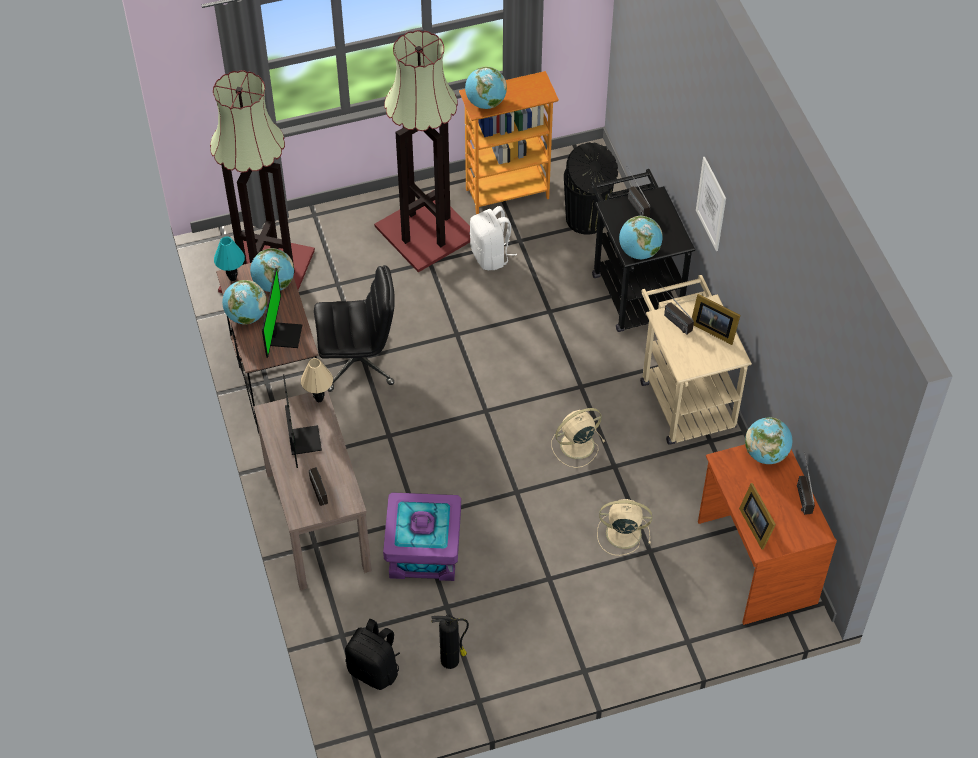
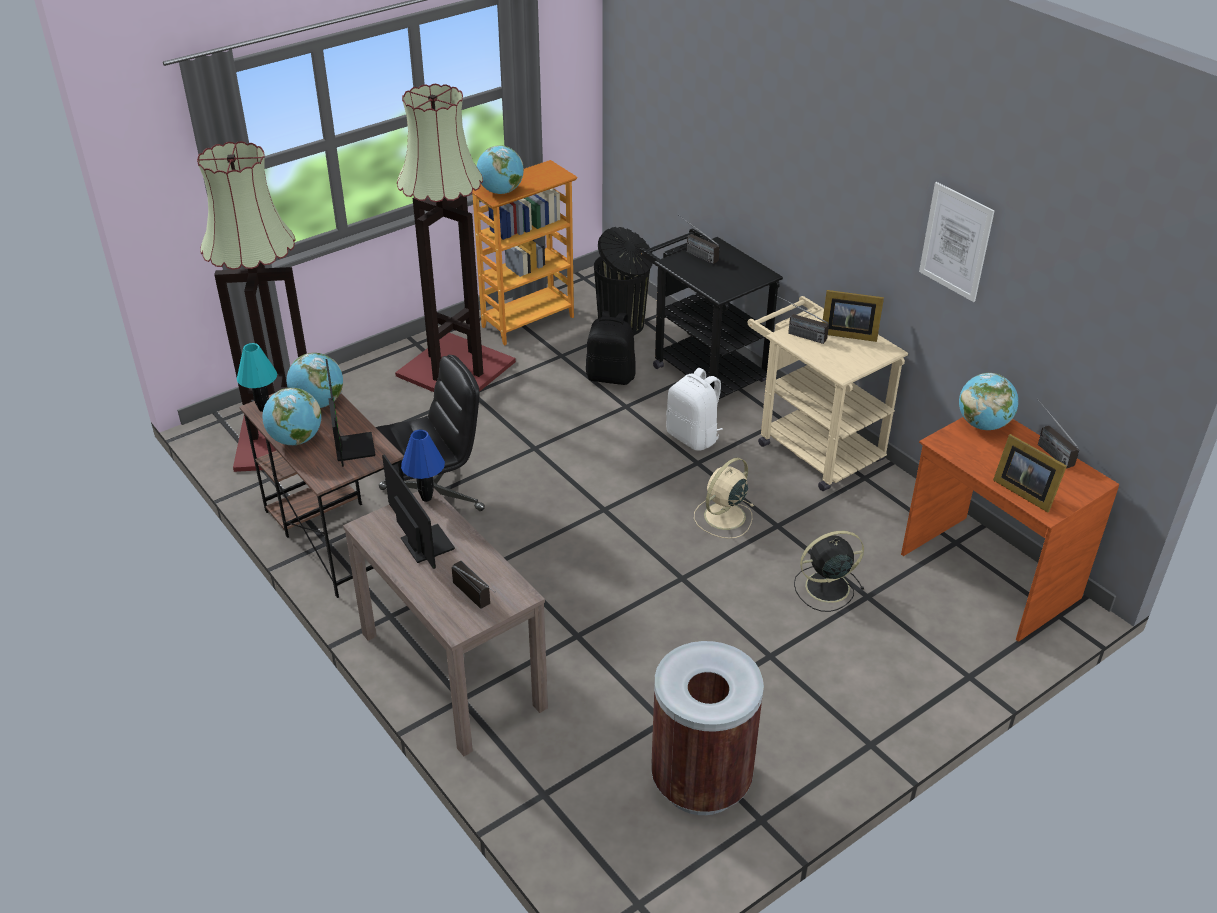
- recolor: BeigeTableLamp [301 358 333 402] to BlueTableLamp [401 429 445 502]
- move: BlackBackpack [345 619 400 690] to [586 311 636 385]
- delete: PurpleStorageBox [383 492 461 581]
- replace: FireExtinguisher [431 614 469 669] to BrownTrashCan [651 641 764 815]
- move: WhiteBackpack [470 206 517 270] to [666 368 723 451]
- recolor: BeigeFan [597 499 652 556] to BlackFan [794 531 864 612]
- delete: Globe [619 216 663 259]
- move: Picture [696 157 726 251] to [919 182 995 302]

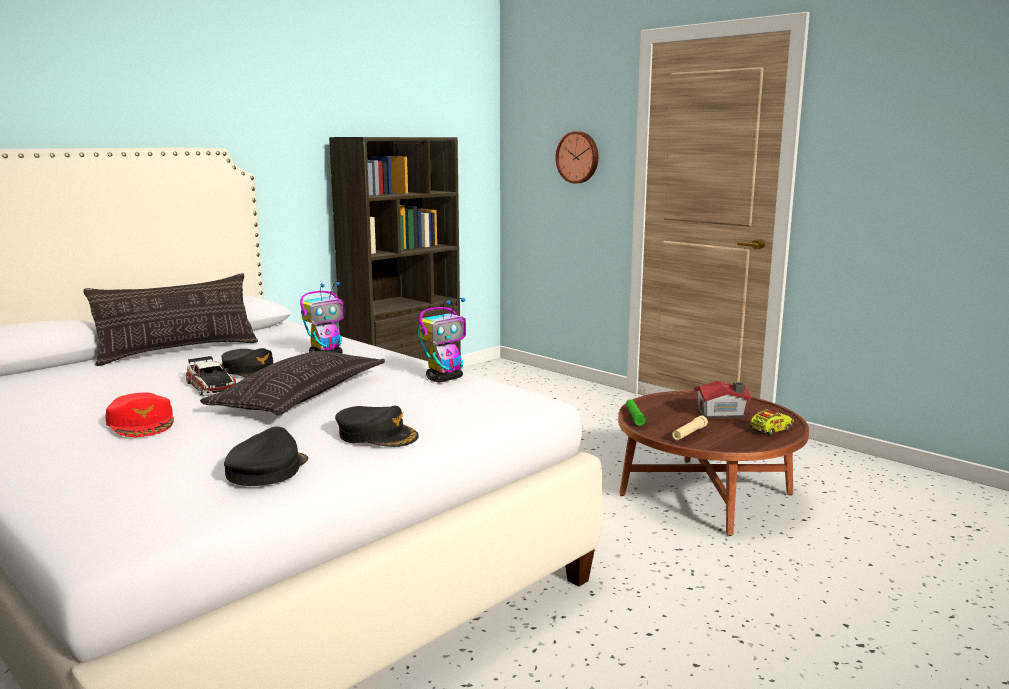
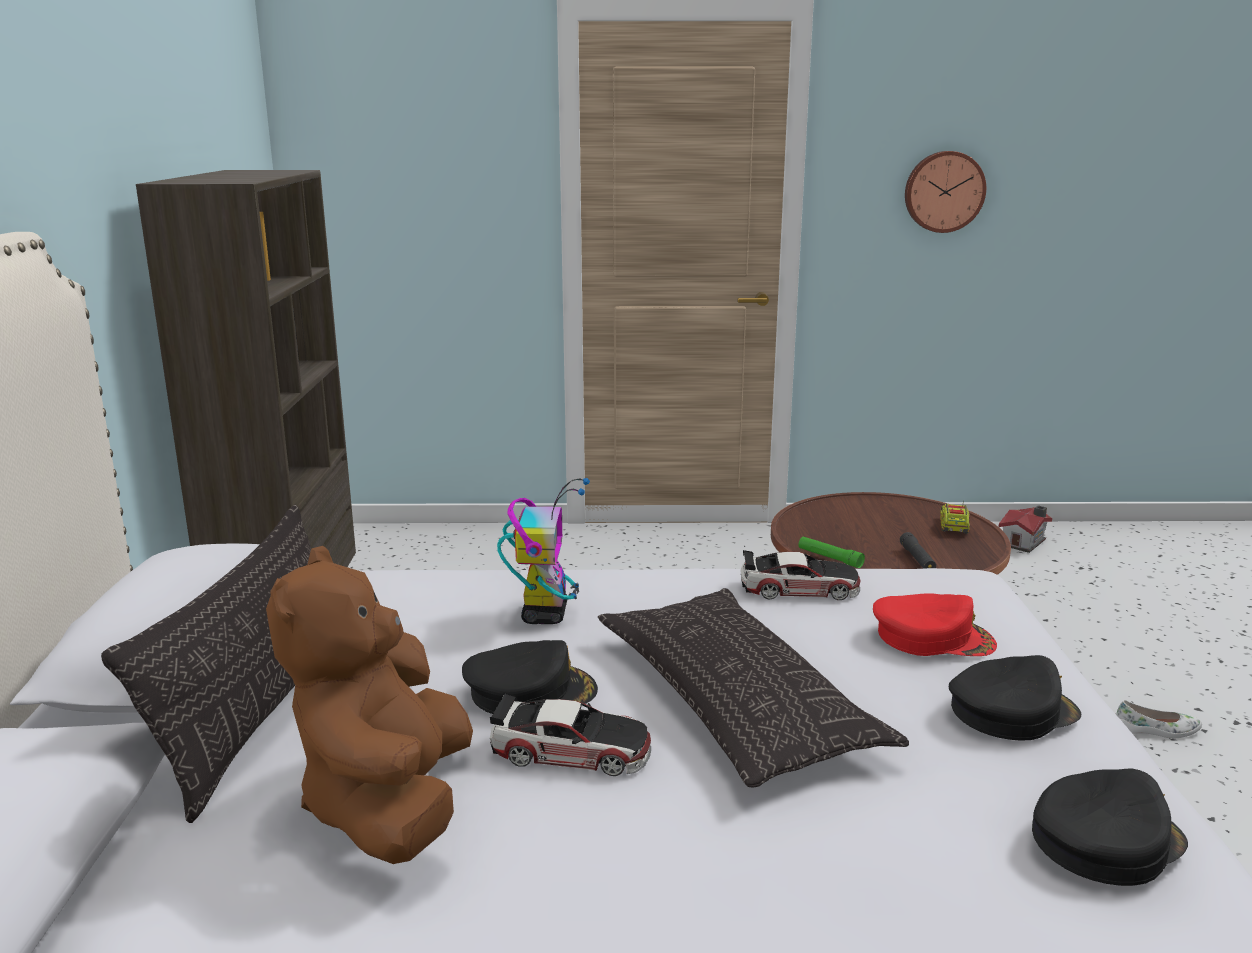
- move: RedCap [105 392 174 437] to [873 593 997 656]
- rotate: BlackCap [224 427 309 486] = [1032 769 1188 886] 90 degrees clockwise
- replace: ToyRobot [418 298 466 382] to ToyCar [741 550 861 600]
- move: WallClock [555 131 598 183] to [905 151 986 233]
- recolor: BeigeFlashlight [672 415 708 440] to BlackFlashlight [900 532 936 569]
- move: ToyHouse [694 381 751 419] to [998 505 1052 553]
- insert: BrownPlushToy [266 546 473 864]
- insert: WhiteShoe [1116 700 1202 738]

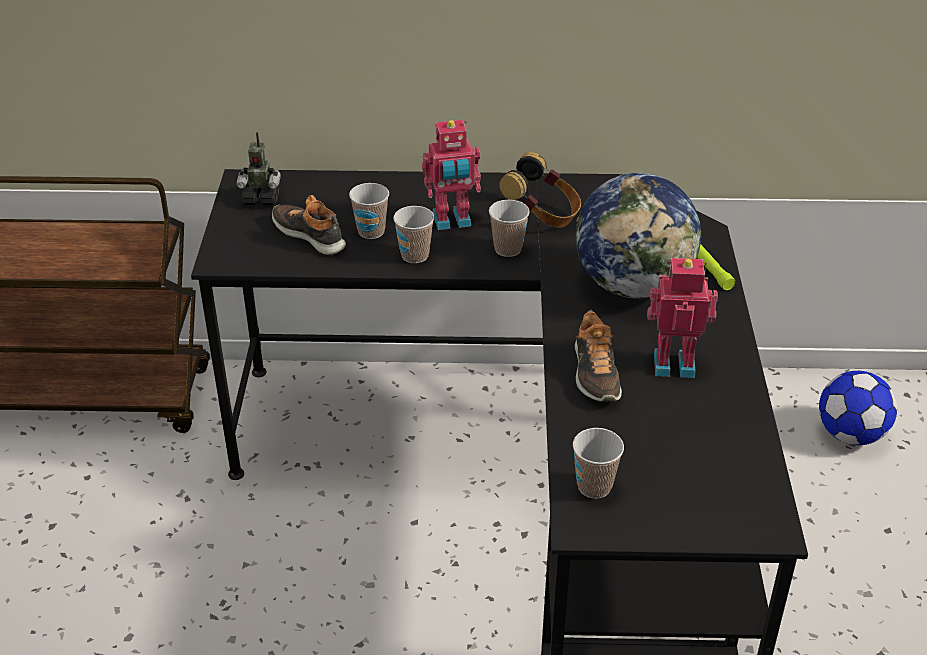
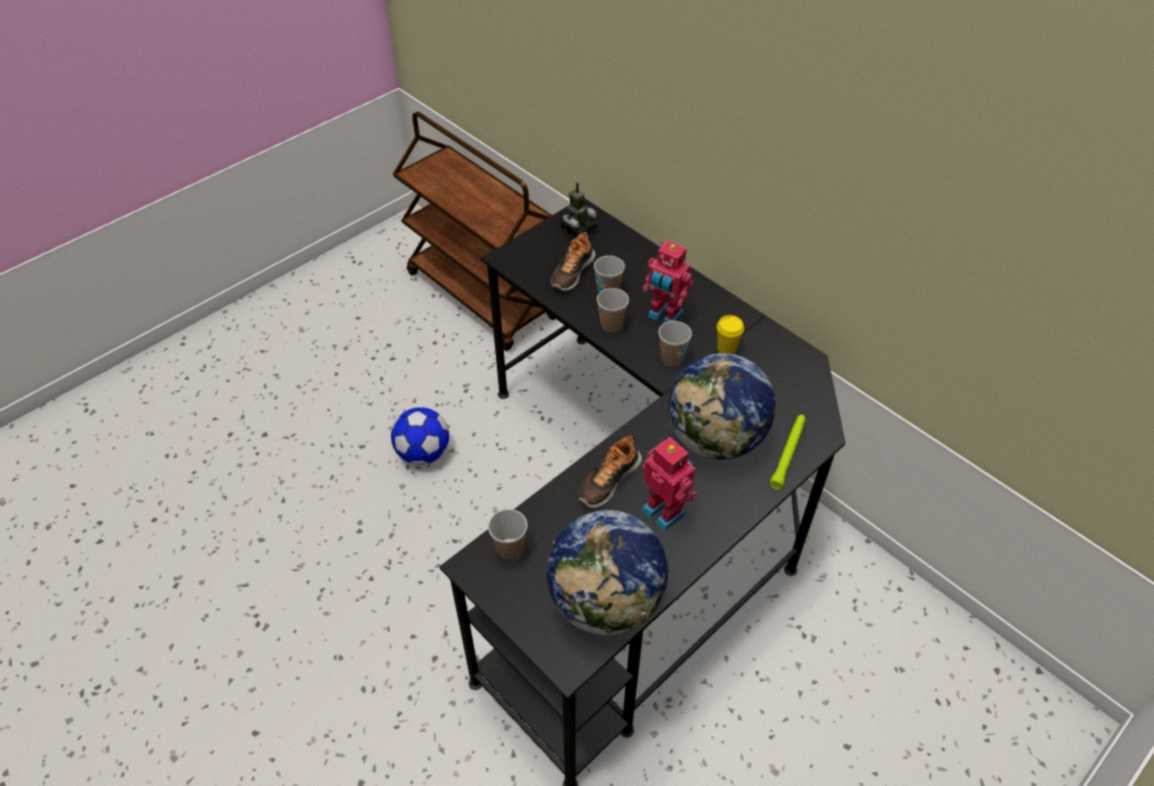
- rotate: ToyRobot [237 132 281 205] = [560 182 597 238] 90 degrees counterclockwise
- rotate: Shoe [272 195 346 255] = [551 232 596 291] 150 degrees counterclockwise
- replace: Headphones [499 152 581 228] to YellowCup [717 315 744 354]
- move: Football [819 371 897 445] to [391 407 449 465]
- insert: Globe [547 510 668 635]

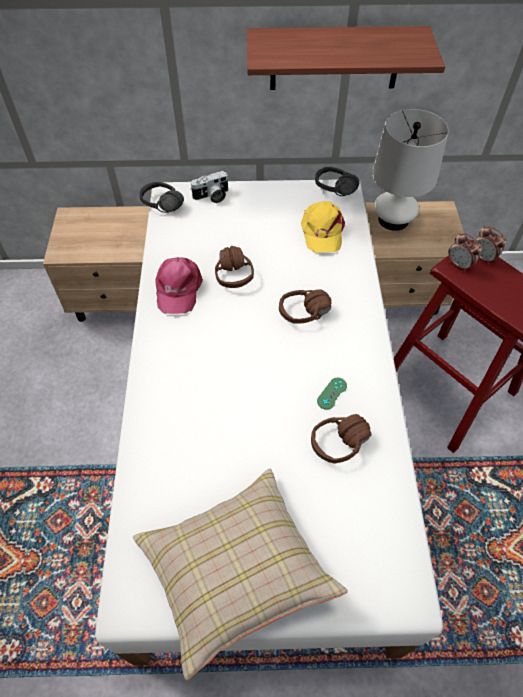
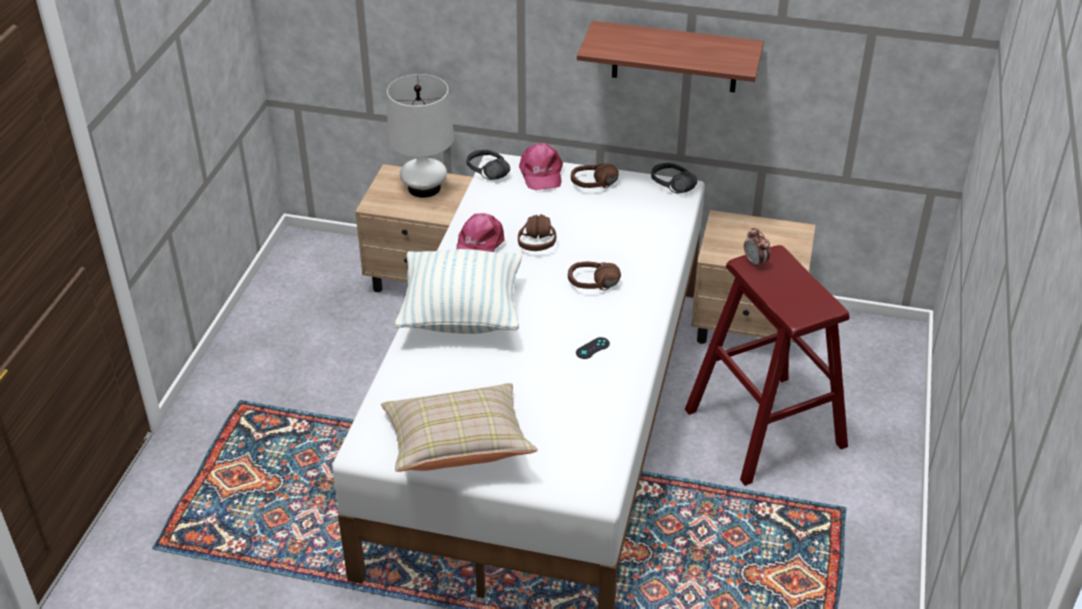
- replace: PhotoCamera [190 171 229 203] to PinkCap [519 143 563 190]
- delete: YellowCap [301 201 345 253]
- move: BrownHeadphones [311 414 372 463] to [571 163 619 188]
- recolor: GreenGameController [317 378 347 410] to BlackGameController [576 337 610 359]
- move: WhiteTableLamp [372 109 449 231] to [387 74 454 198]
- delete: AlarmClock [473 226 507 264]
- insert: Pillow [395 249 522 334]

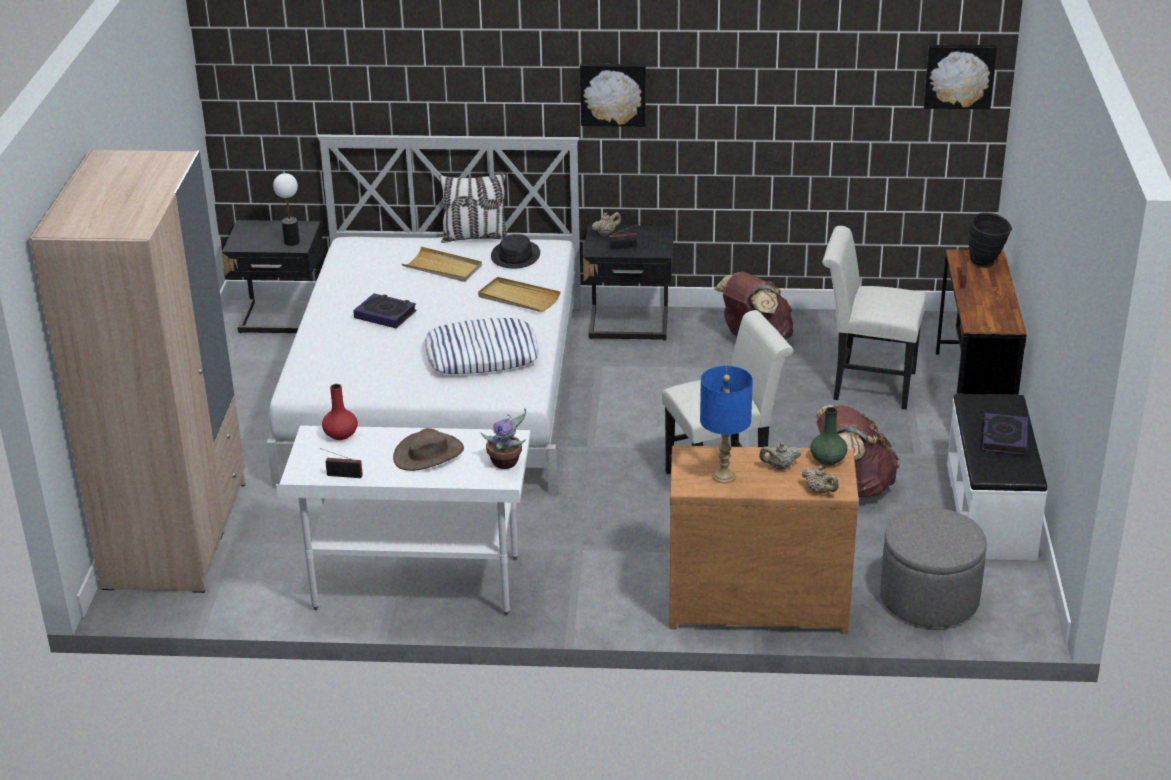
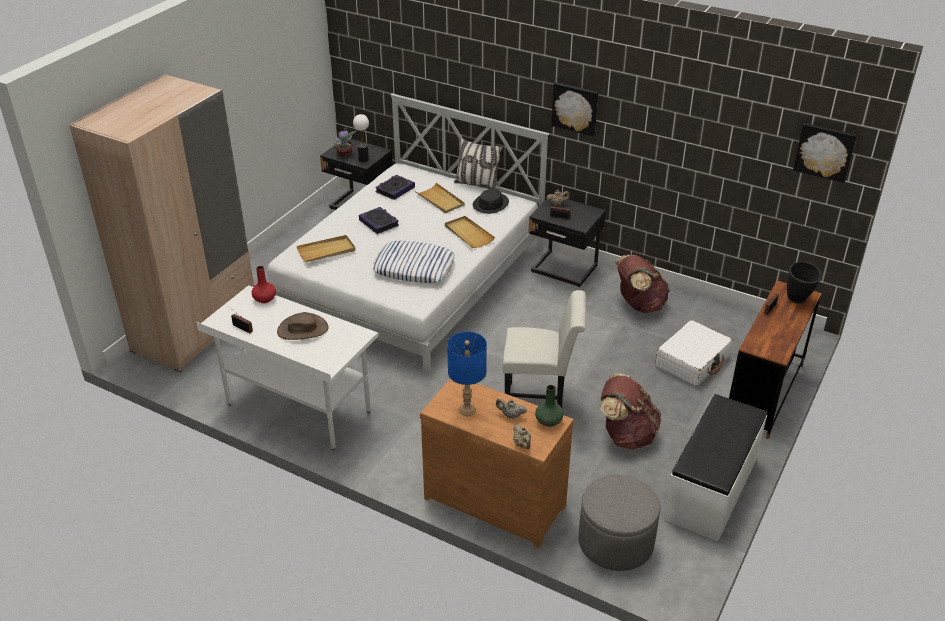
- move: PottedPlant [481 408 526 469] to [335 128 357 157]
- replace: WhiteChair [822 226 927 410] to WhiteSuitcase [656 320 732 386]
- move: Book [982 413 1028 455] to [375 175 415 200]
- insert: BeigeTray [297 235 356 262]

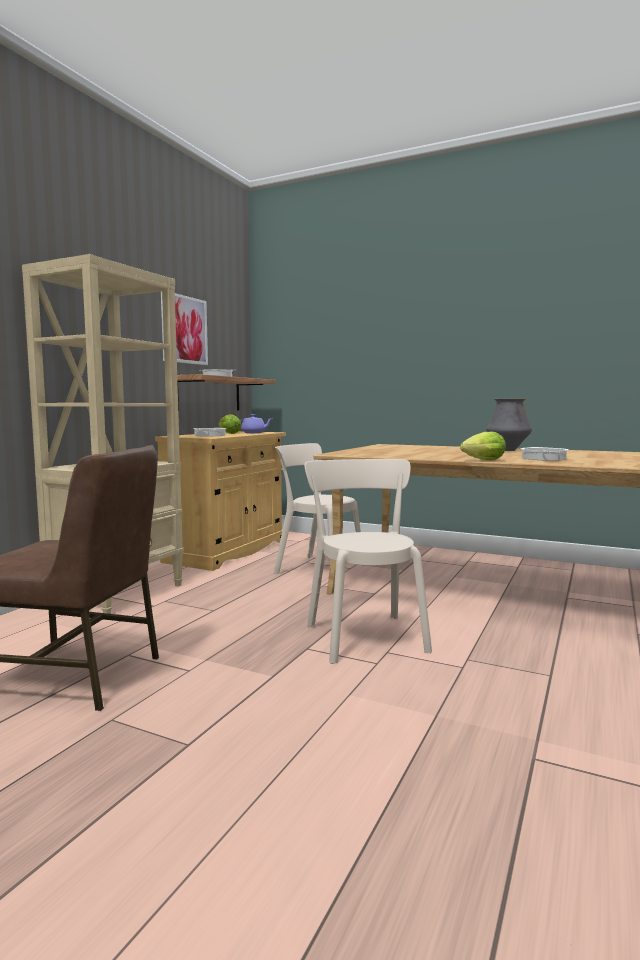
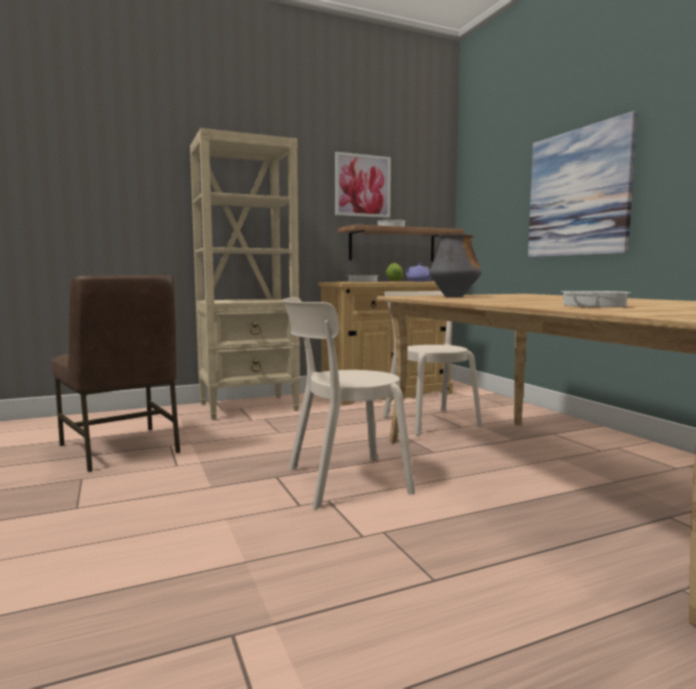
- rotate: BeigeChair [304 459 432 664] = [282 297 415 509] 135 degrees counterclockwise
- delete: Lettuce [460 432 506 460]
- move: Vase [486 398 532 451] to [429 234 481 297]
- insert: Picture [528 111 638 257]

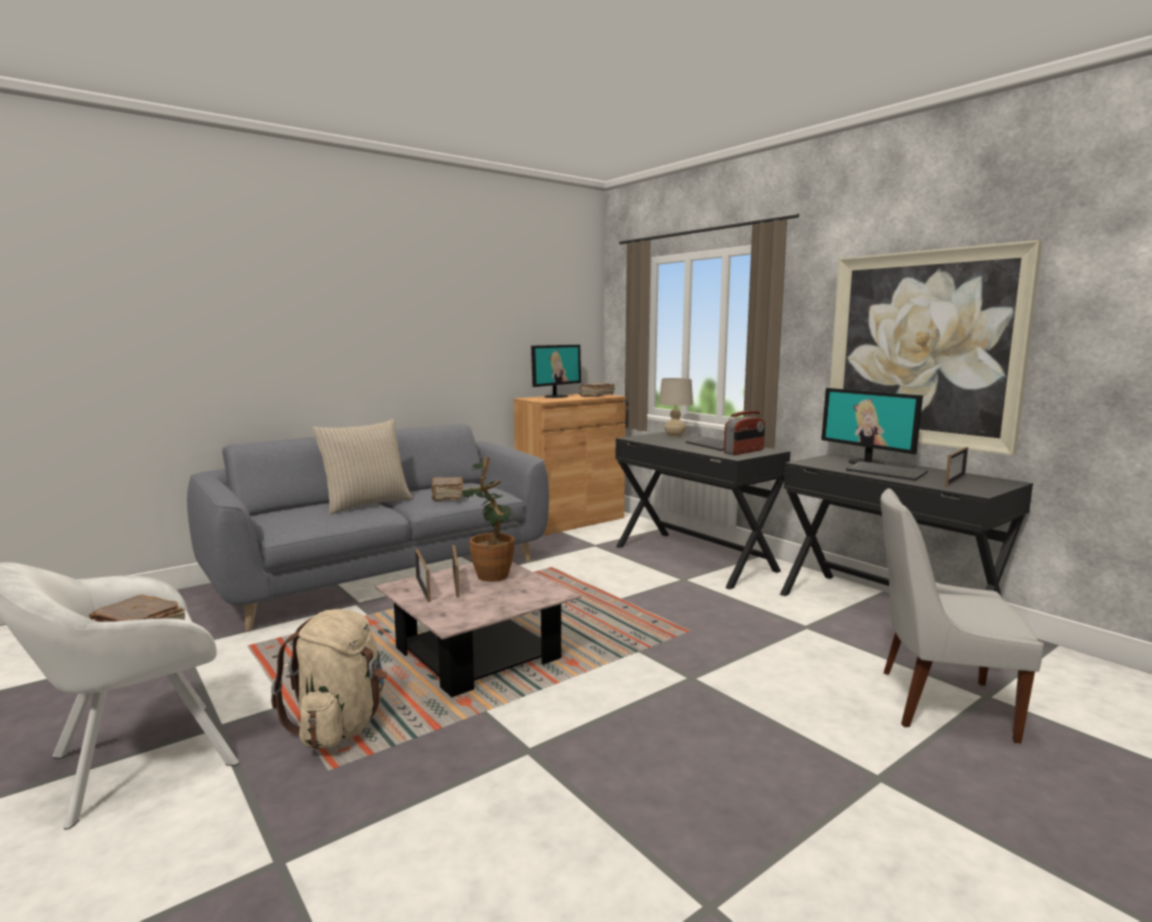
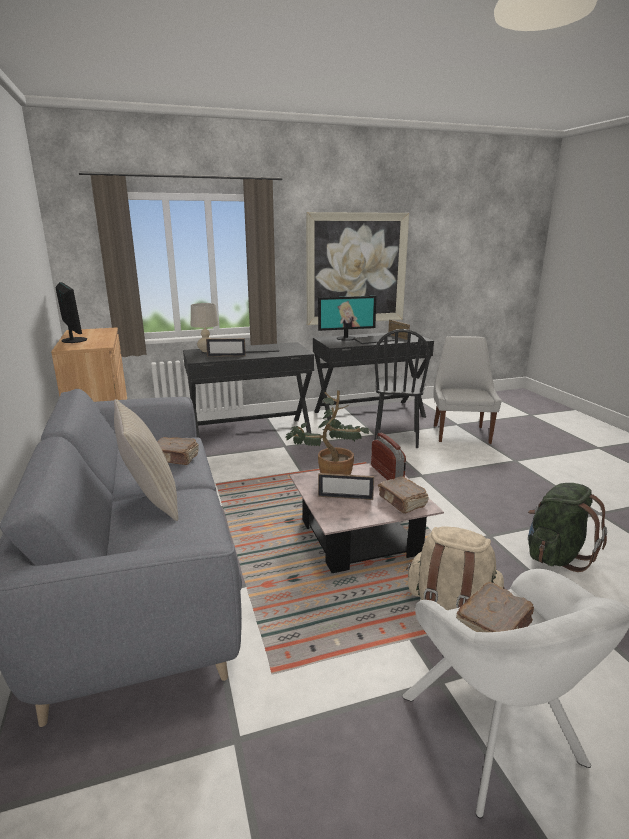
- move: PictureFrame [415 549 431 602] to [206 338 246 356]
- move: BrownBook [579 383 615 397] to [378 476 429 513]
- move: Radio [724 411 765 455] to [371 433 406 480]
- rotate: WhiteChair [880 488 1044 744] = [433 336 502 444] 150 degrees clockwise
- insert: BlackChair [374 329 430 448]
- insert: GreenBackpack [528 483 607 572]

